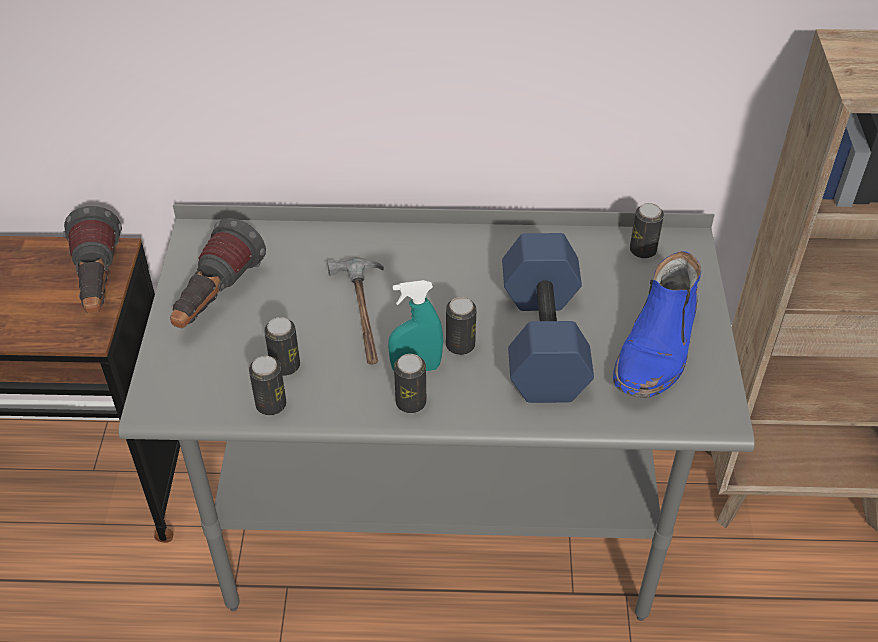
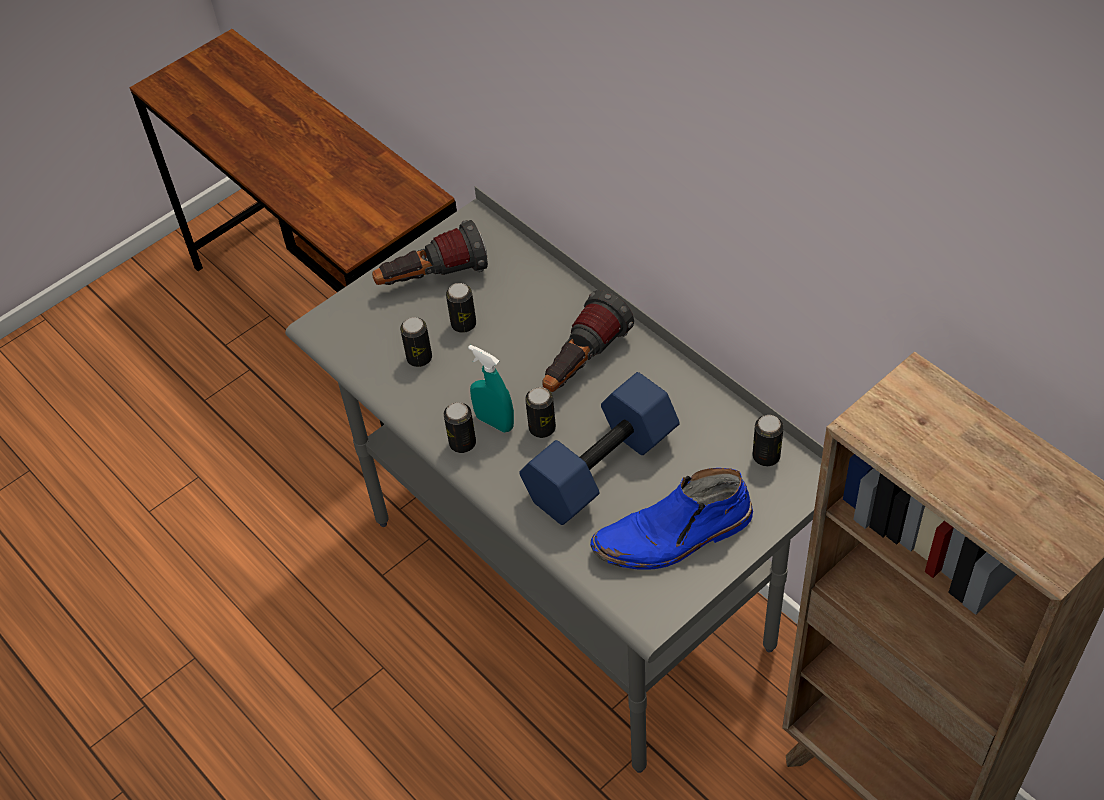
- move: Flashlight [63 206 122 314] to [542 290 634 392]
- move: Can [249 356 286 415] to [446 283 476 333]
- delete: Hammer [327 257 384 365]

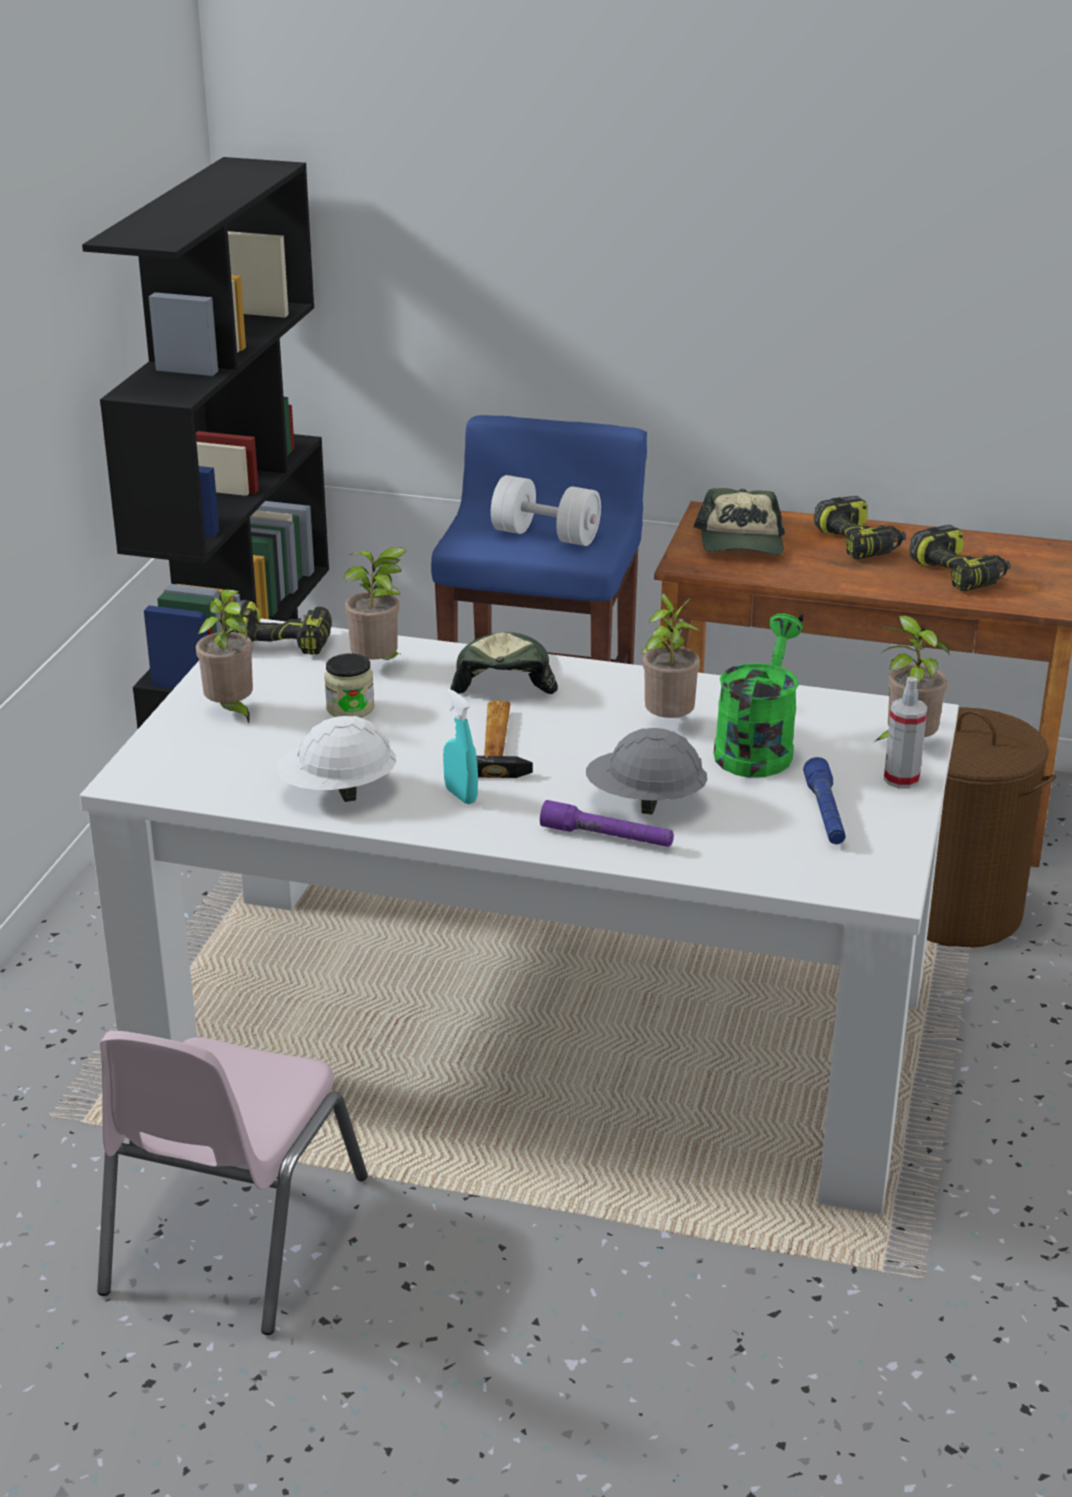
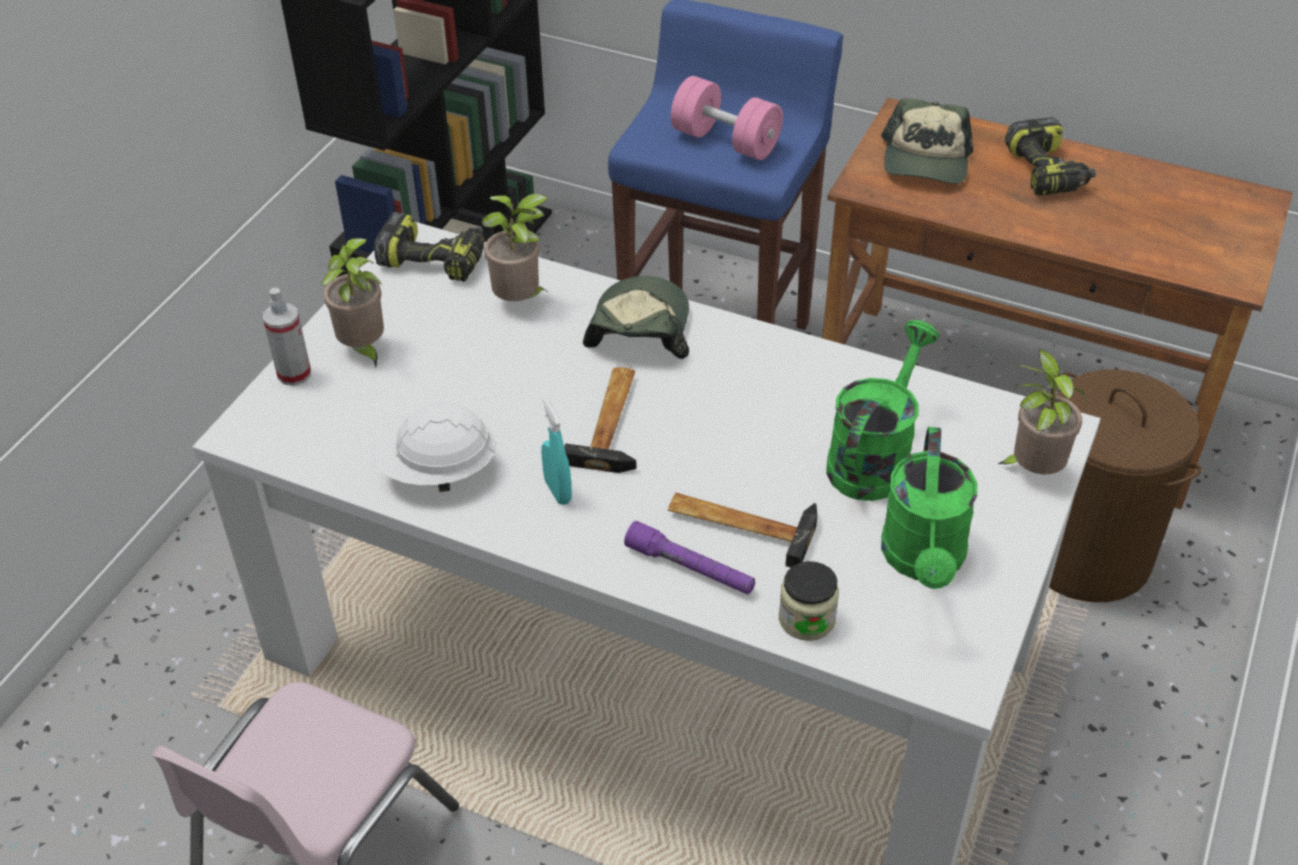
- move: Jar [324 653 374 718] to [779 561 839 641]
- recolor: WhiteDumbbell [491 475 601 546] to PinkDumbbell [671 76 783 160]
- replace: GreyHardHat [586 728 707 814] to Hammer [668 493 817 568]
- delete: PottedPlant [641 593 700 718]
- replace: BlueFlashlight [803 757 846 844] to GreenWateringCan [881 427 977 589]
- move: SprayBottle [884 677 928 788] to [263 288 311 386]
- delete: PowerDrill [909 525 1011 591]

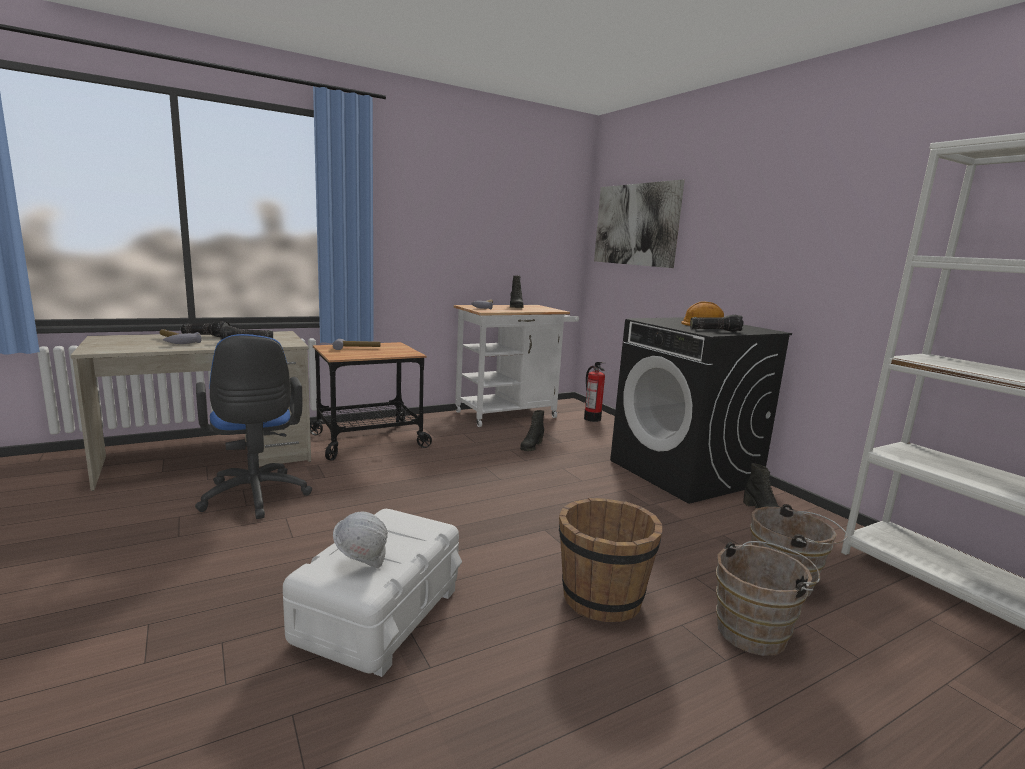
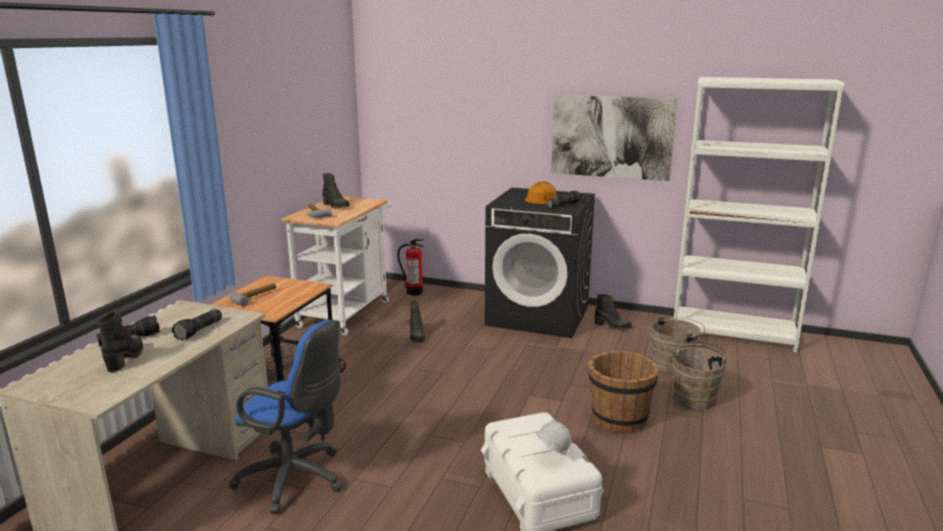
- replace: Hammer [159 329 201 344] to BlackBoot [98 311 143 372]
- move: Picture [594 179 685 268] to [551 95 677 181]

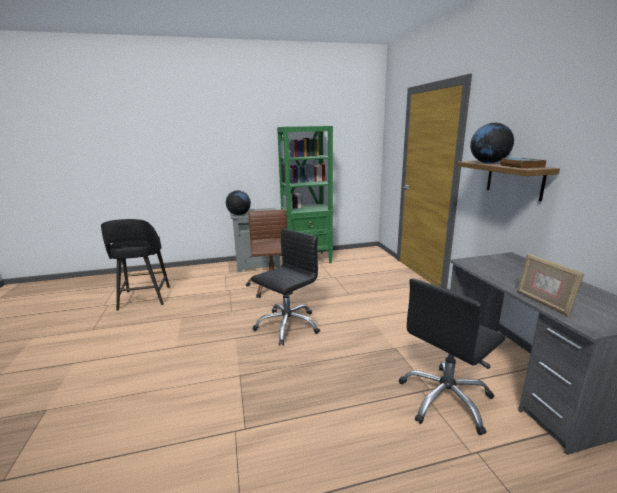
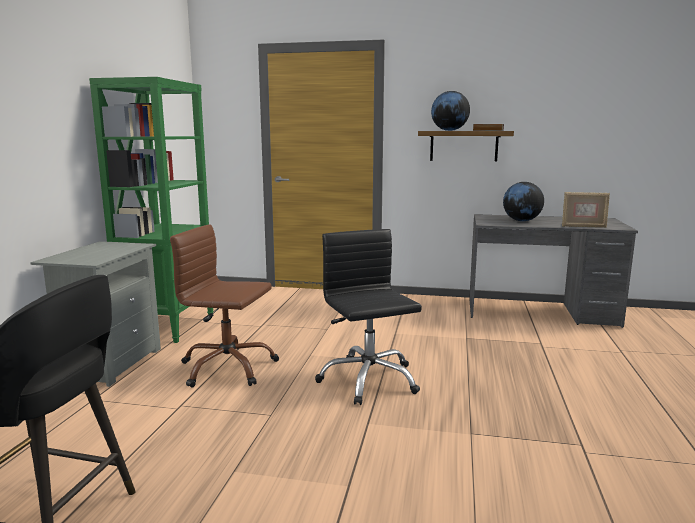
- move: Globe [226 190 251 215] to [503 182 544 221]
- delete: BlackOfficeChair [399 278 505 435]

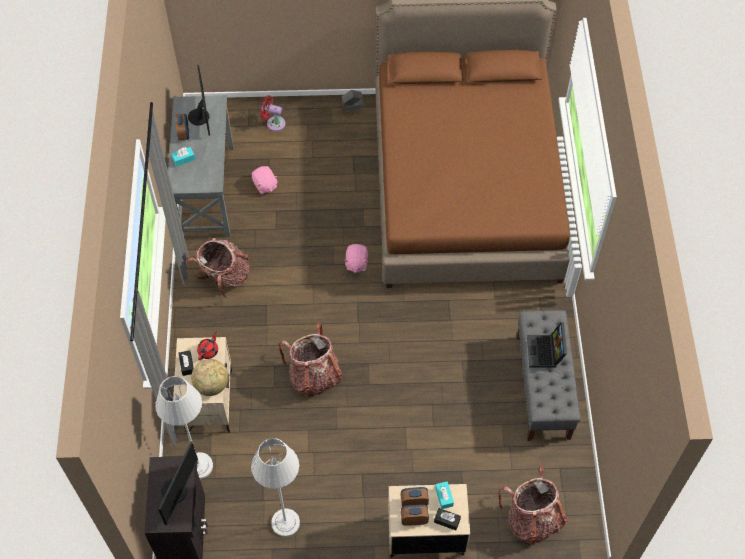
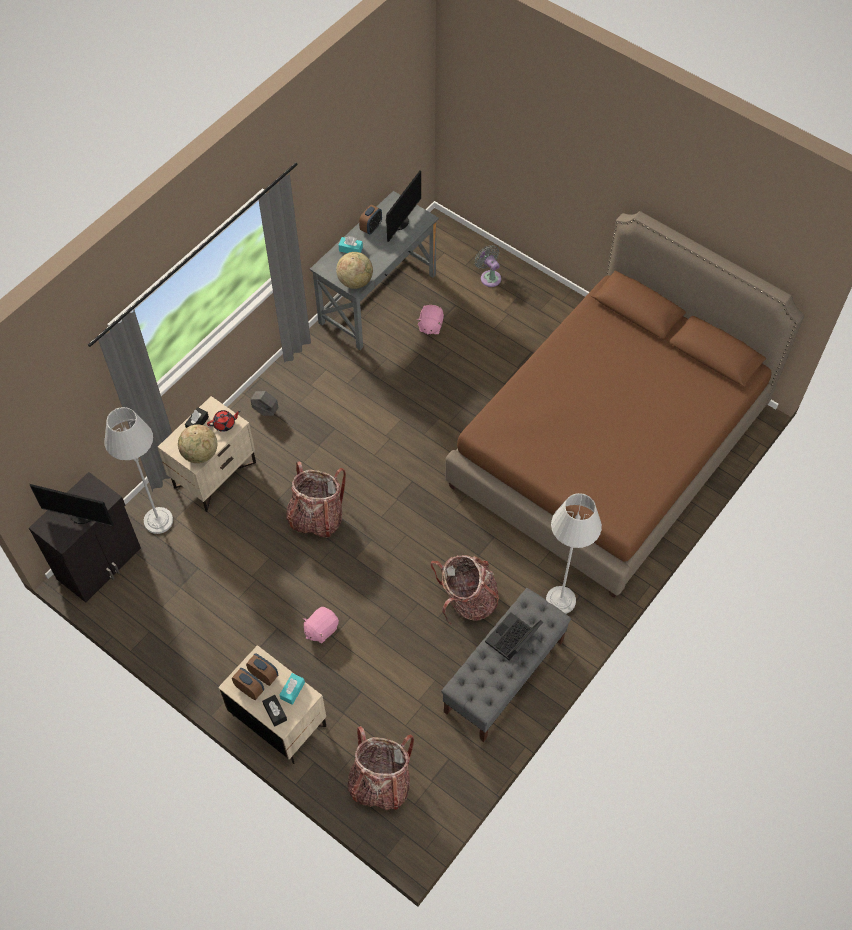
- rotate: Monitor [158 441 198 525] = [30 484 114 526] 45 degrees clockwise
- move: Backpack [186 238 250 298] to [430 555 499 625]
- move: GreyFloorLamp [251 438 300 537] to [546 493 602 614]
- recolor: RedFan [260 95 286 131] to GreyFan [474 245 501 287]
- move: GreyPlanter [342 90 364 113] to [251 391 278 416]
- move: PinkPlushToy [344 244 368 273] to [303 607 339 643]
- insert: Globe [336 252 373 289]

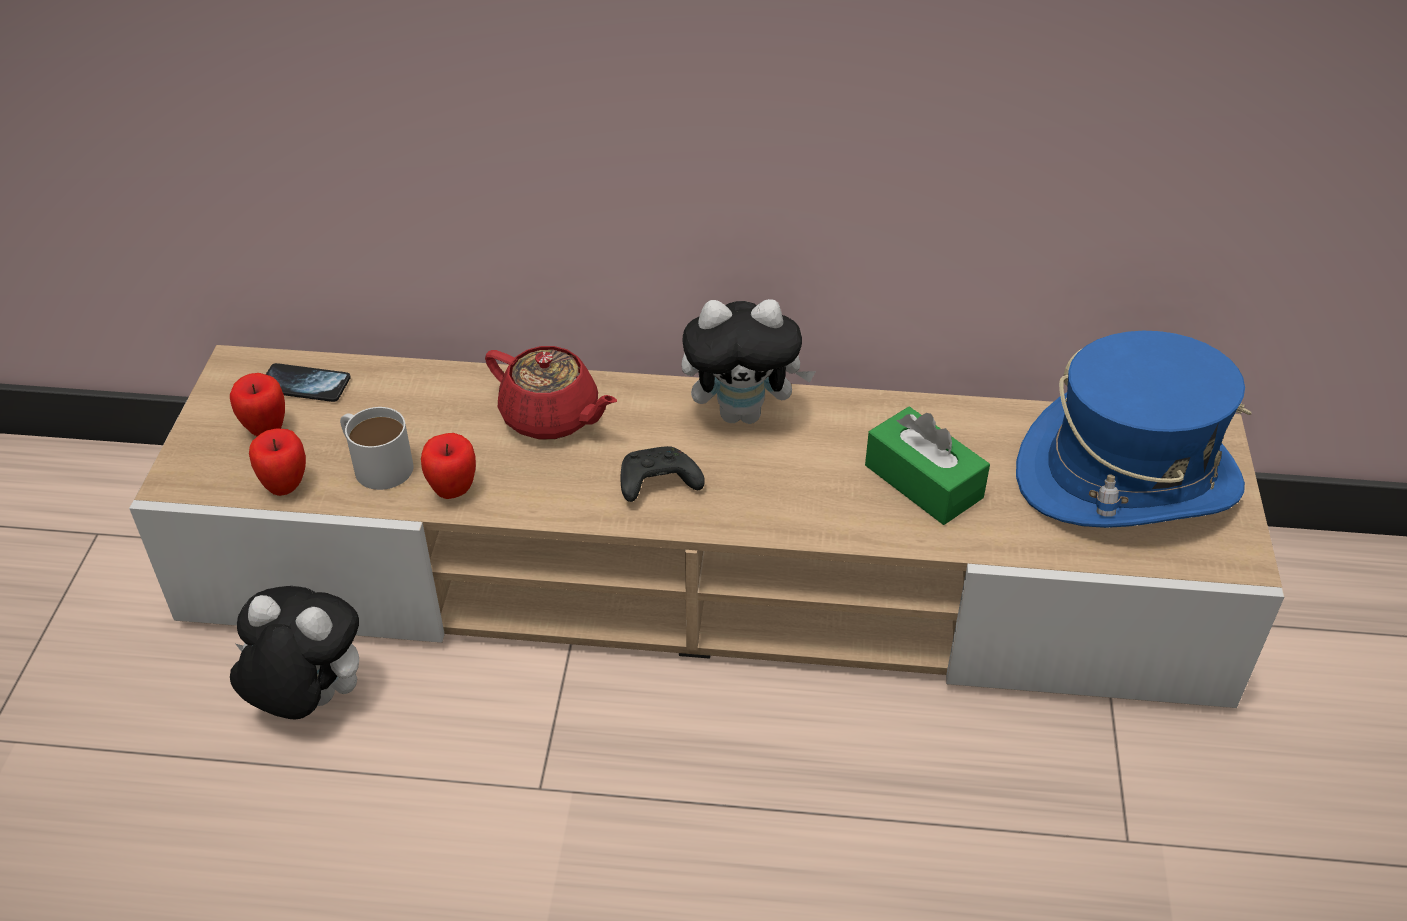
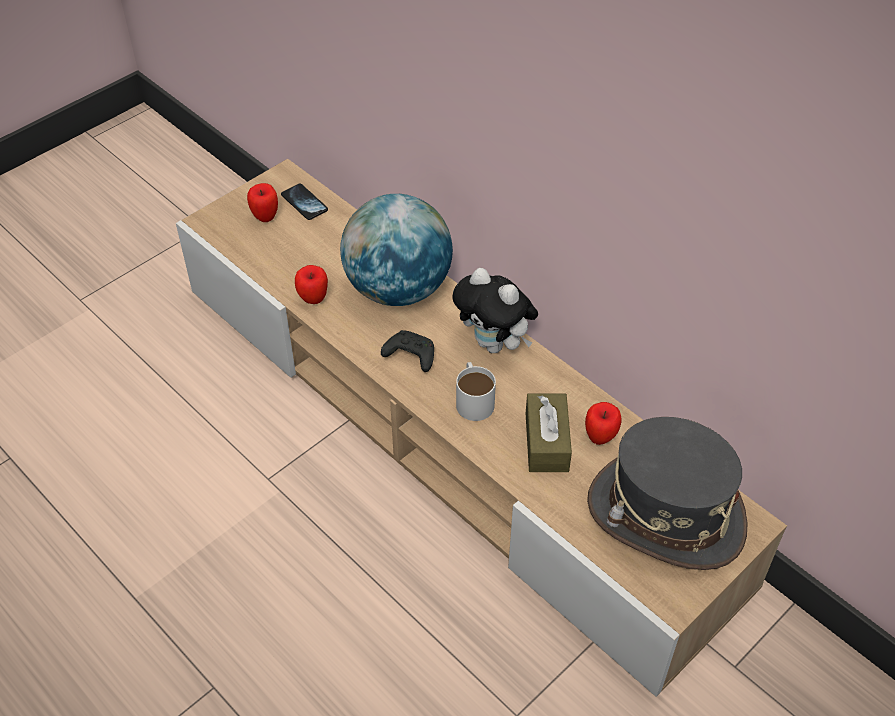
- delete: PlushToy [230 586 359 719]
- move: Apple [249 428 306 496] to [585 402 622 445]
- move: WhiteMug [340 407 414 490] to [456 362 496 421]
- replace: RedTeapot [485 346 617 440] to Globe [340 194 453 306]
- recolor: GreenTissueBox [865 406 990 525] to BrownTissueBox [526 394 572 472]
- recolor: BlueHat [1016 331 1252 528] to GreyHat [587 417 747 570]

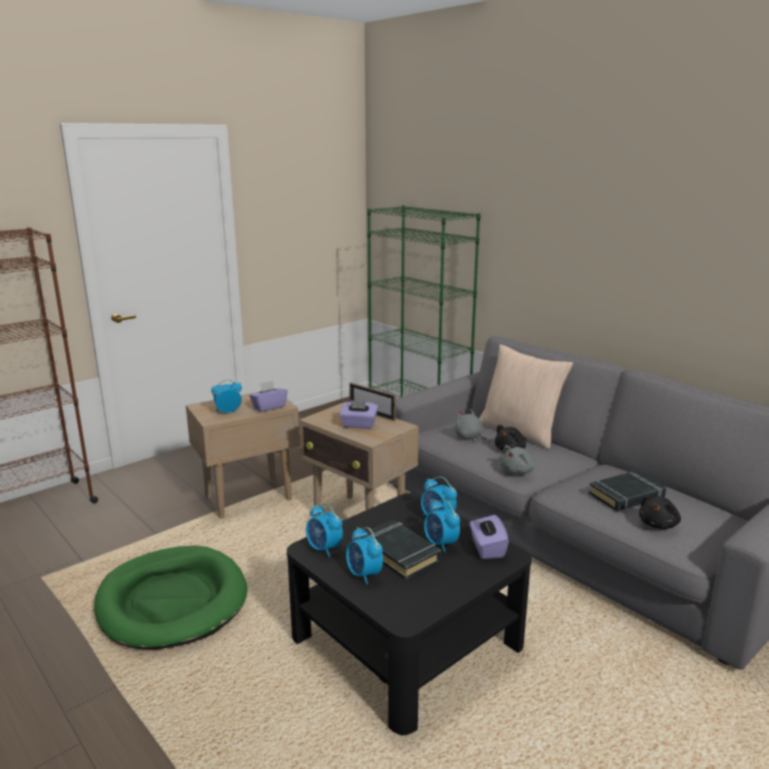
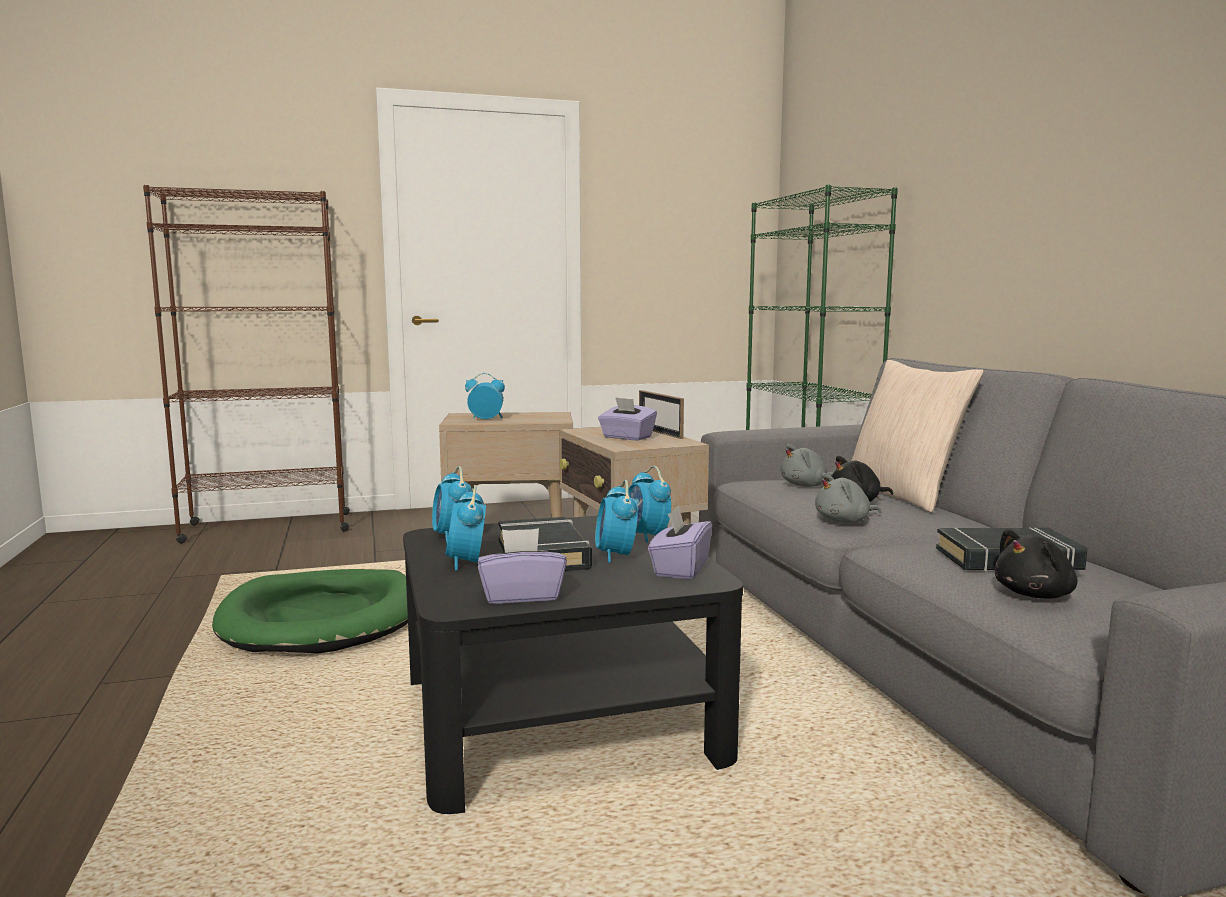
- move: PurpleTissueBox [249 381 288 412] to [478 528 567 604]
- rotate: GreyPlushToy [455 409 490 443] = [780 444 834 487] 90 degrees counterclockwise

